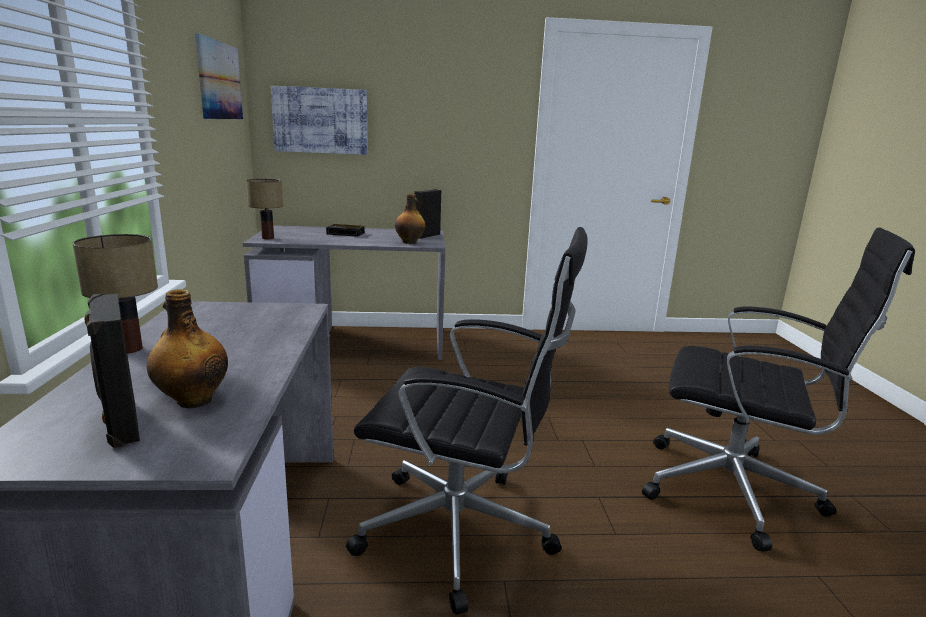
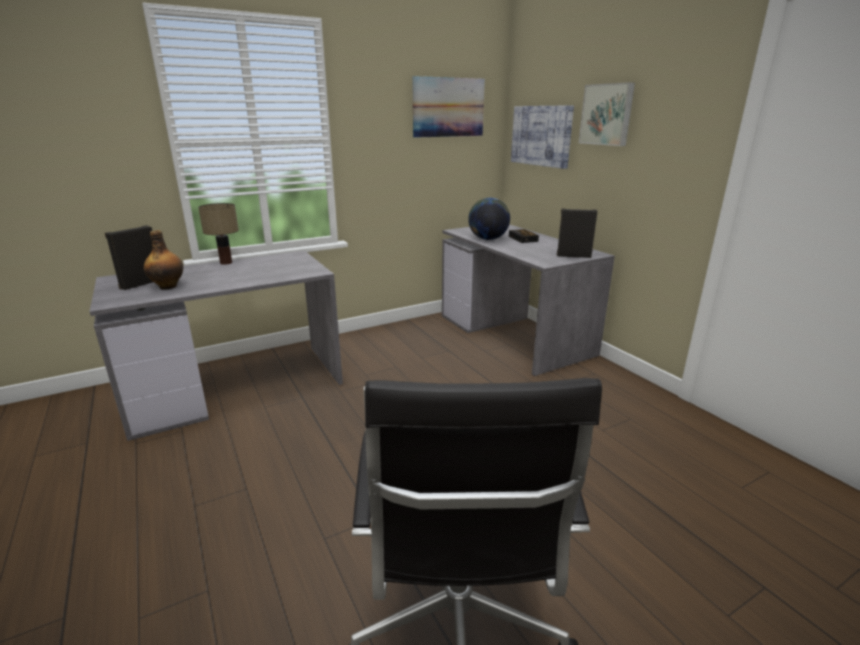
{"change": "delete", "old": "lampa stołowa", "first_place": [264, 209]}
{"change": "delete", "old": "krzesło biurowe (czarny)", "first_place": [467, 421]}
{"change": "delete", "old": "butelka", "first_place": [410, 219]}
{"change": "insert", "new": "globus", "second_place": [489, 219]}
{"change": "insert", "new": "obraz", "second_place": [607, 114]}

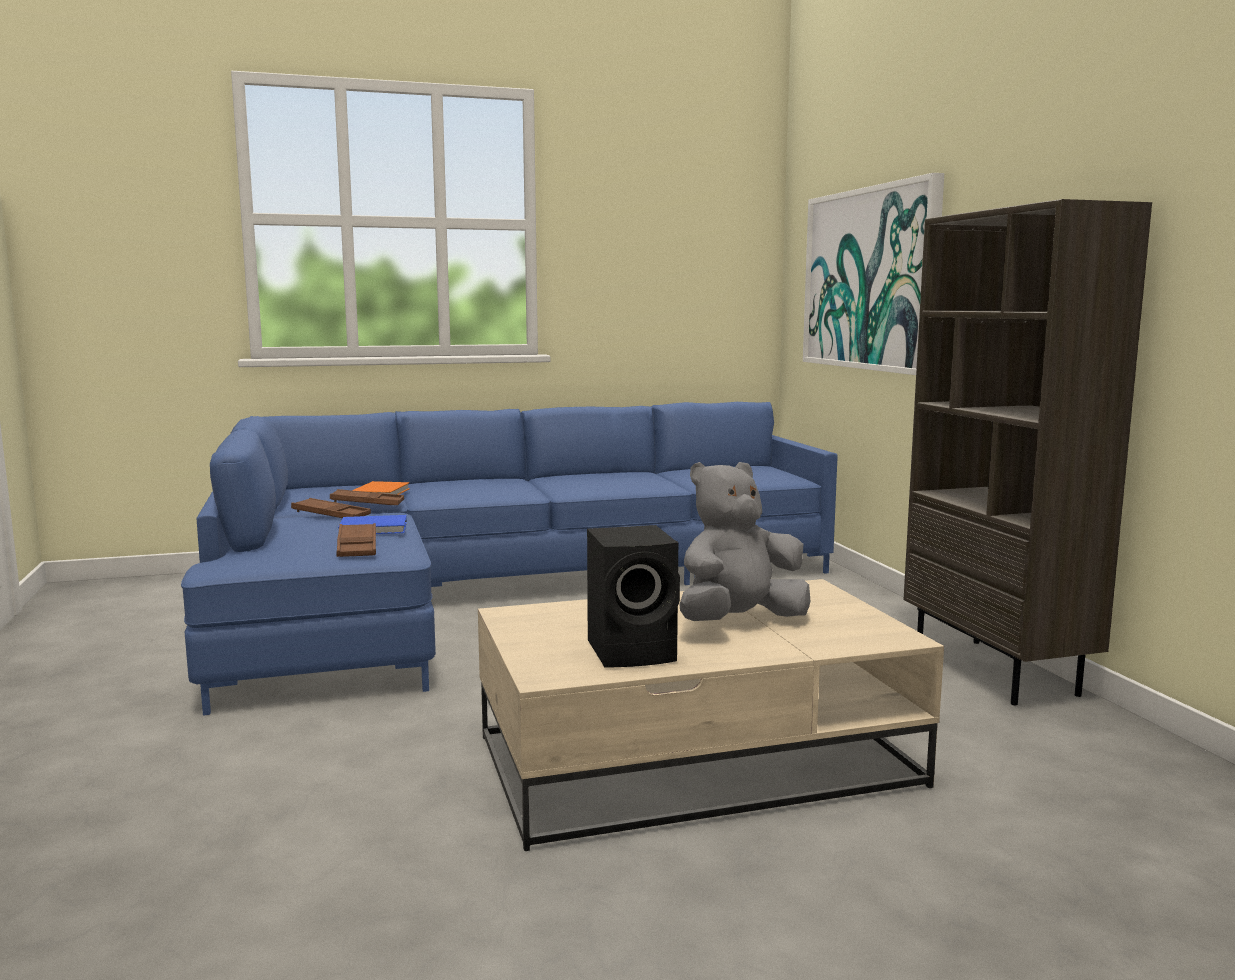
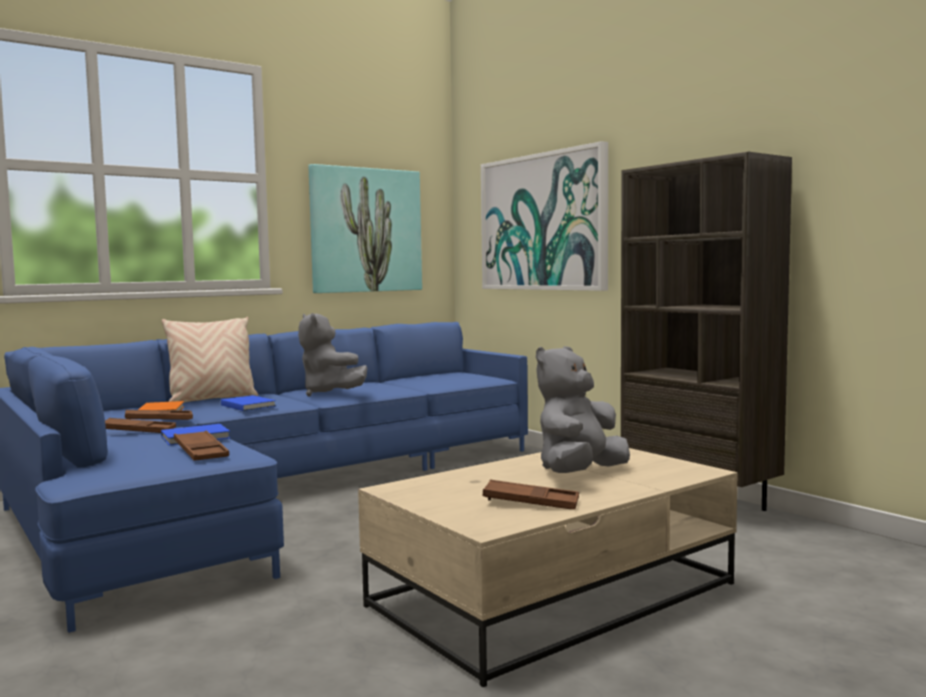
{"change": "replace", "old": "głośnik (czarny)", "new": "taca (brązowy)", "first_place": [633, 596], "second_place": [531, 494]}
{"change": "insert", "new": "poduszka (beżowy)", "second_place": [210, 360]}
{"change": "insert", "new": "książka (niebieski)", "second_place": [248, 403]}
{"change": "insert", "new": "pluszak (szary)", "second_place": [332, 354]}
{"change": "insert", "new": "obraz", "second_place": [365, 228]}

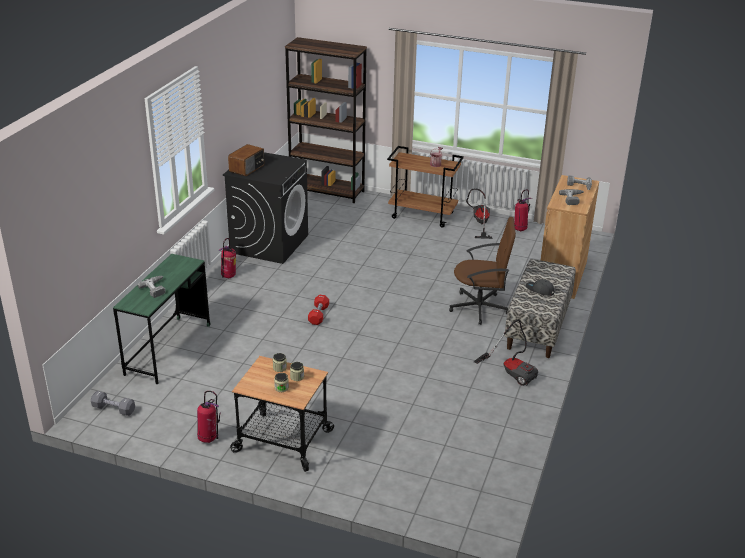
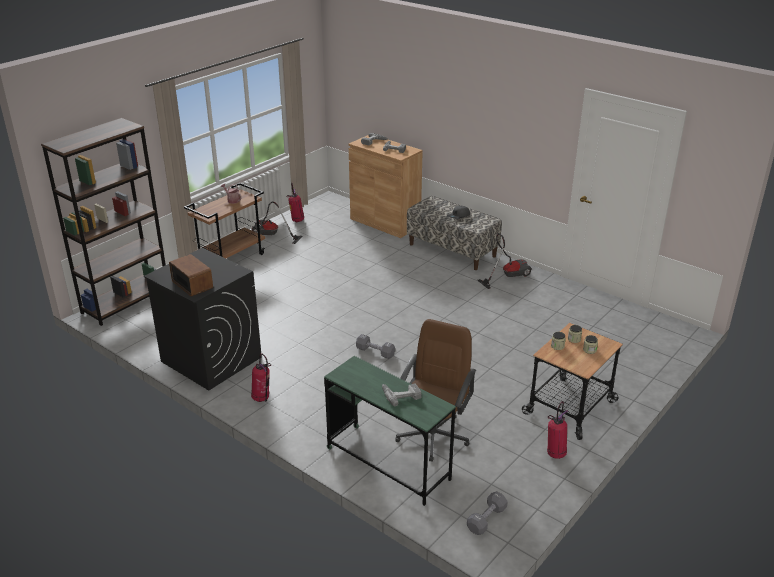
{"change": "recolor", "old": "hantel (czerwony)", "new": "hantel (szary)", "first_place": [318, 310], "second_place": [375, 346]}
{"change": "move", "old": "krzesło biurowe (brązowy)", "first_place": [482, 271], "second_place": [435, 390]}

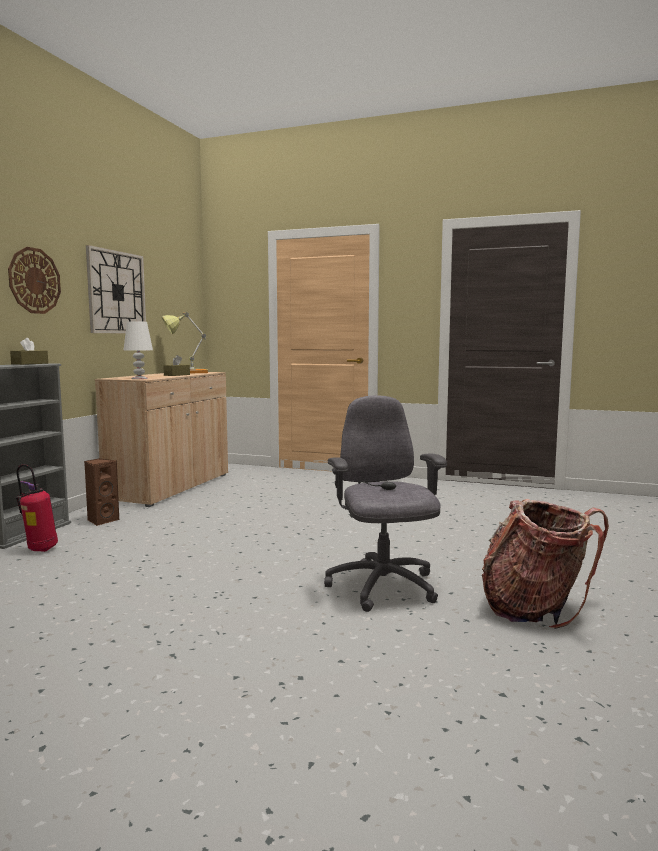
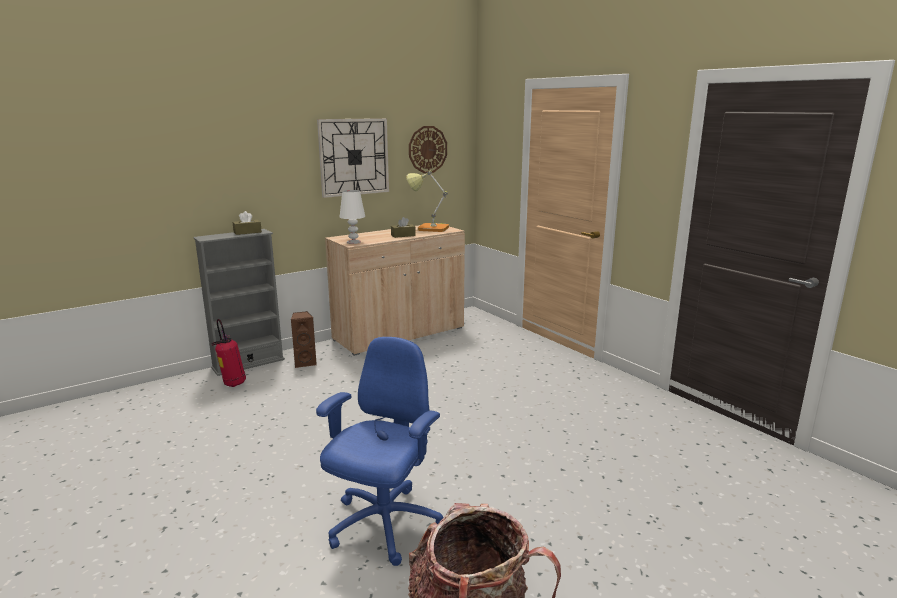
{"change": "move", "old": "zegar ścienny", "first_place": [34, 280], "second_place": [428, 149]}
{"change": "recolor", "old": "krzesło biurowe (szary)", "new": "krzesło biurowe (niebieski)", "first_place": [385, 504], "second_place": [380, 451]}

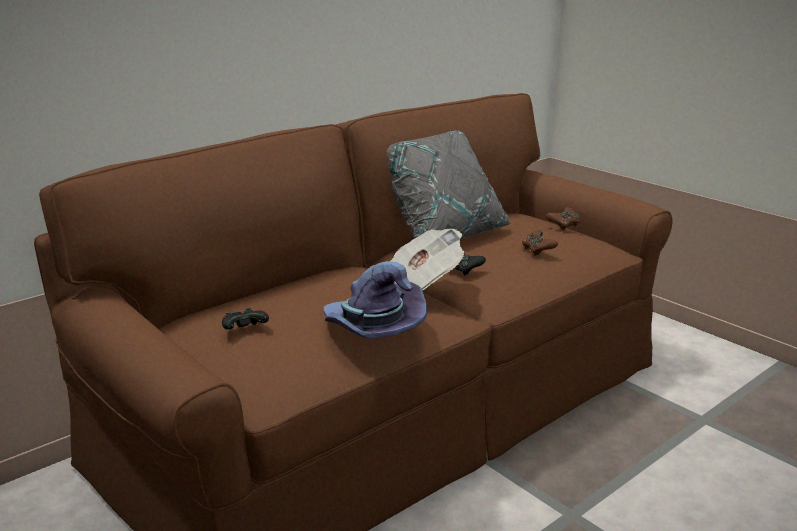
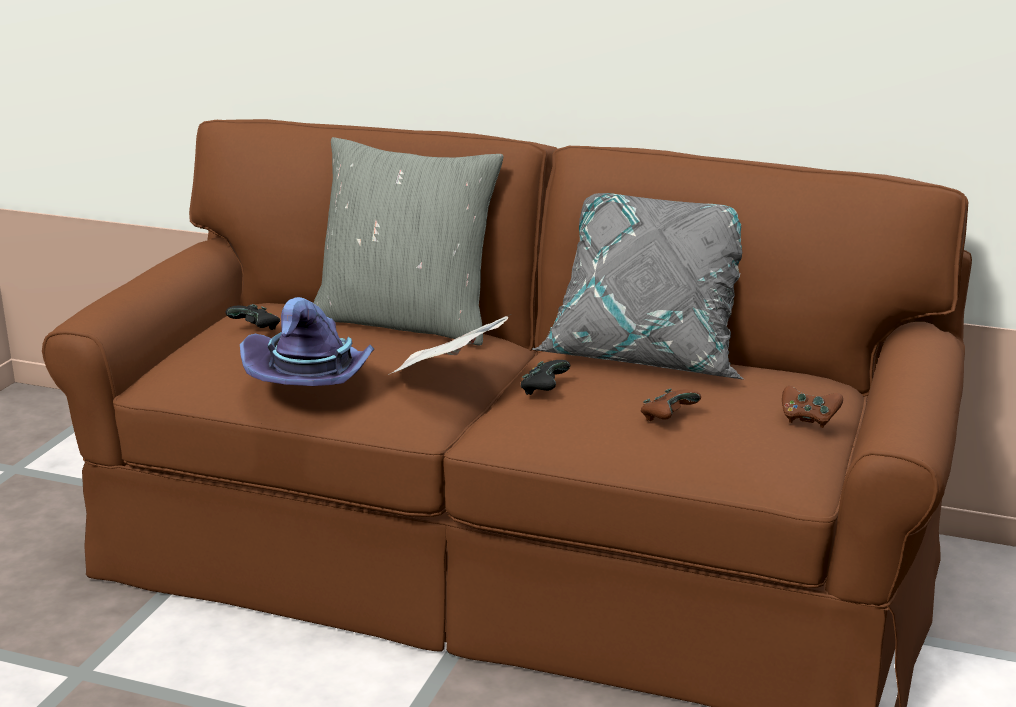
{"change": "insert", "new": "poduszka (szary)", "second_place": [408, 241]}

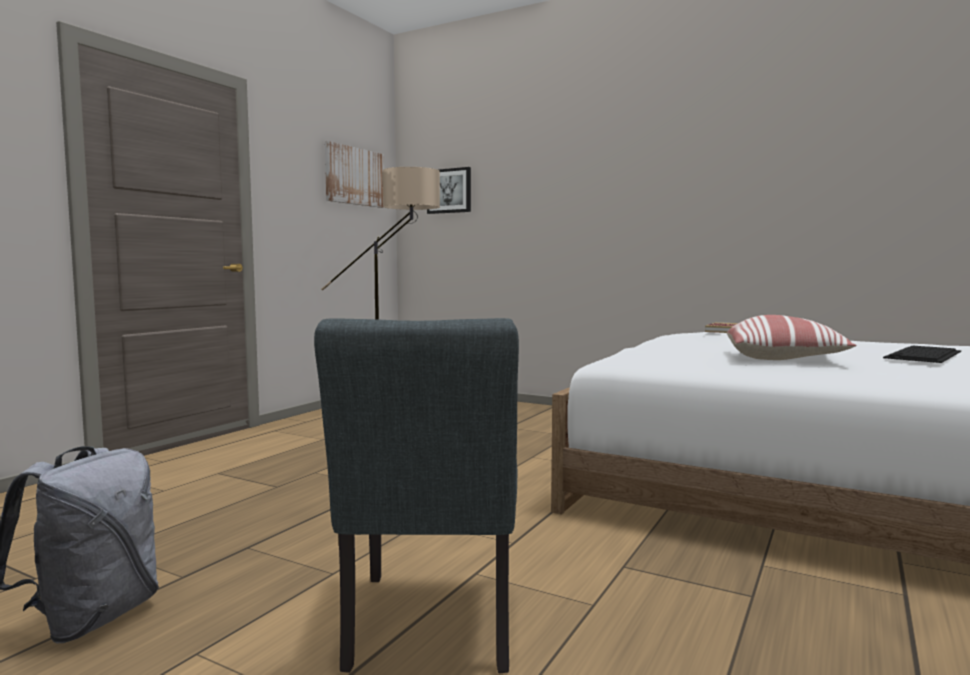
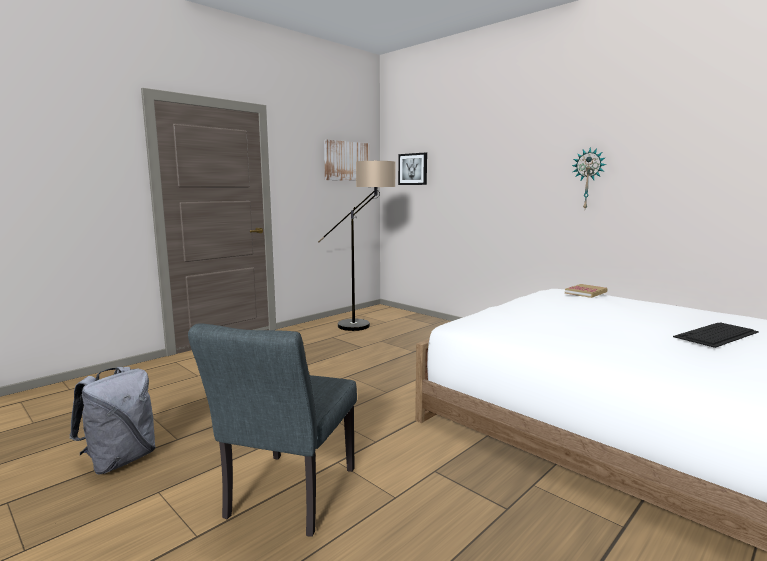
{"change": "delete", "old": "poduszka", "first_place": [791, 337]}
{"change": "insert", "new": "zegar ścienny", "second_place": [589, 178]}

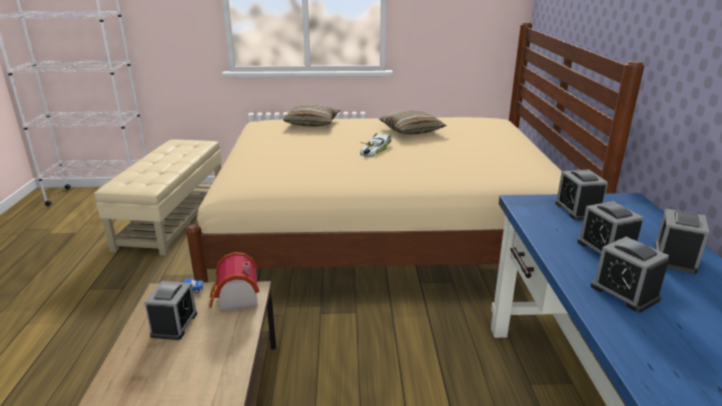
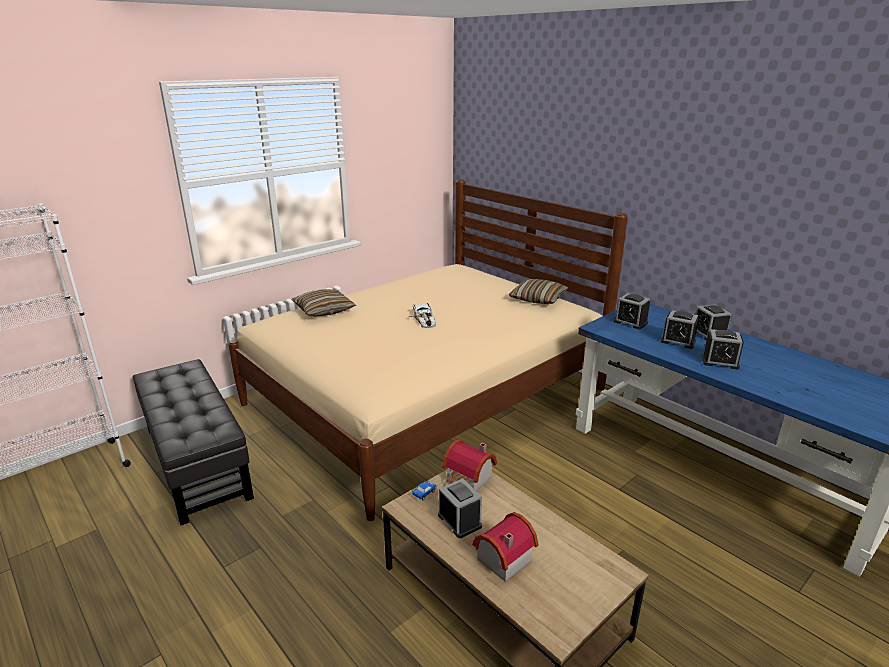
{"change": "recolor", "old": "pufa (beżowy)", "new": "pufa (czarny)", "first_place": [158, 198], "second_place": [193, 442]}
{"change": "move", "old": "poduszka", "first_place": [413, 122], "second_place": [538, 291]}
{"change": "insert", "new": "domek", "second_place": [505, 547]}

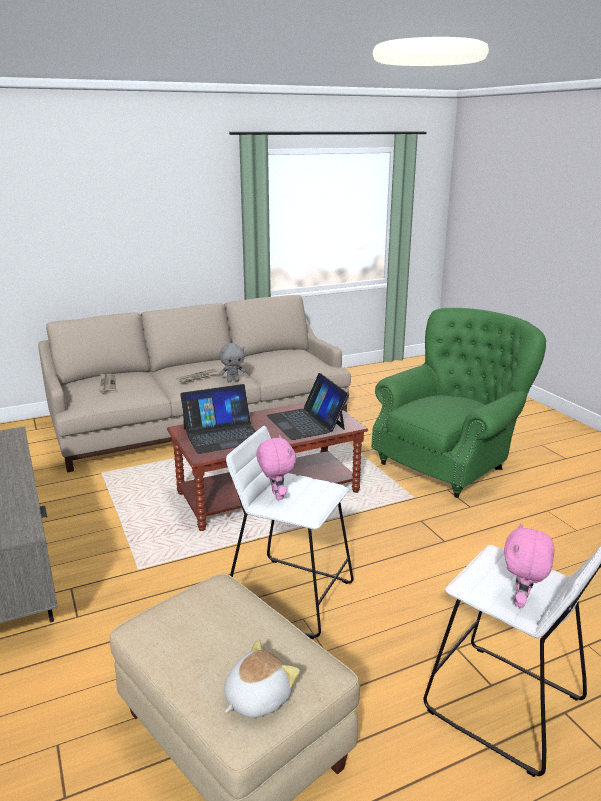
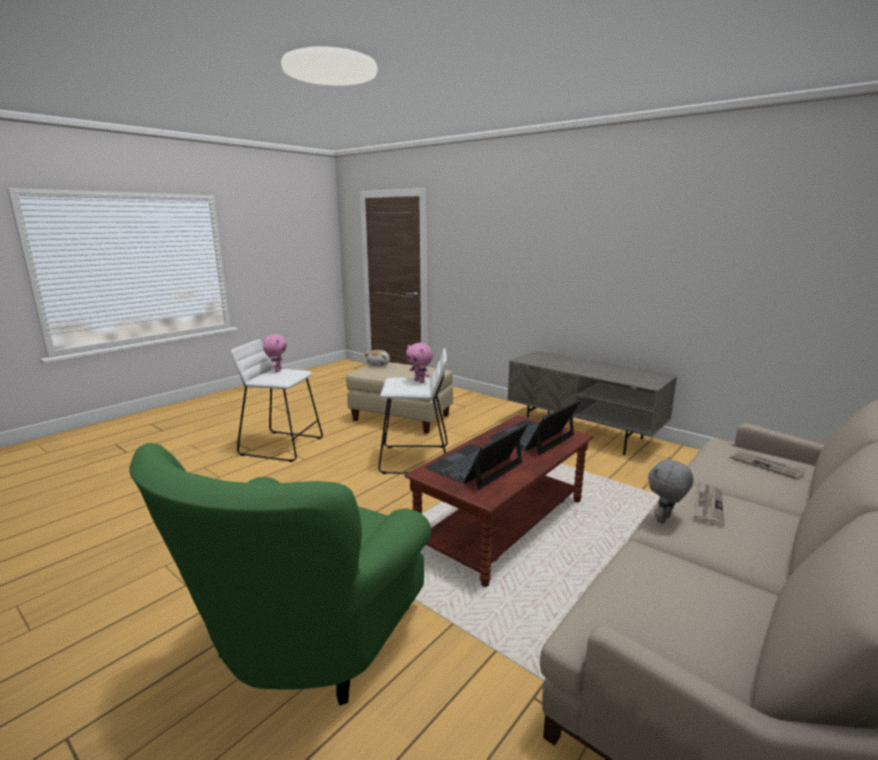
{"change": "rotate", "old": "laptop", "first_place": [308, 406], "second_place": [476, 456], "degrees": -90}

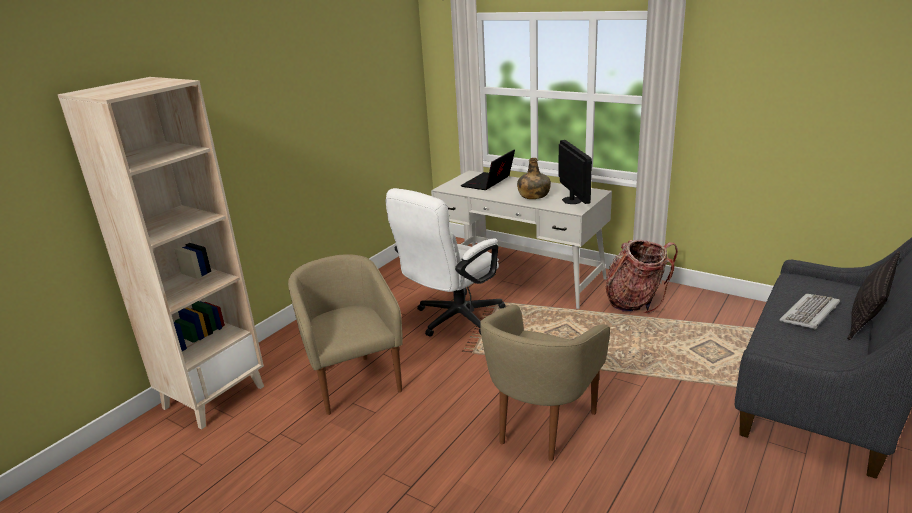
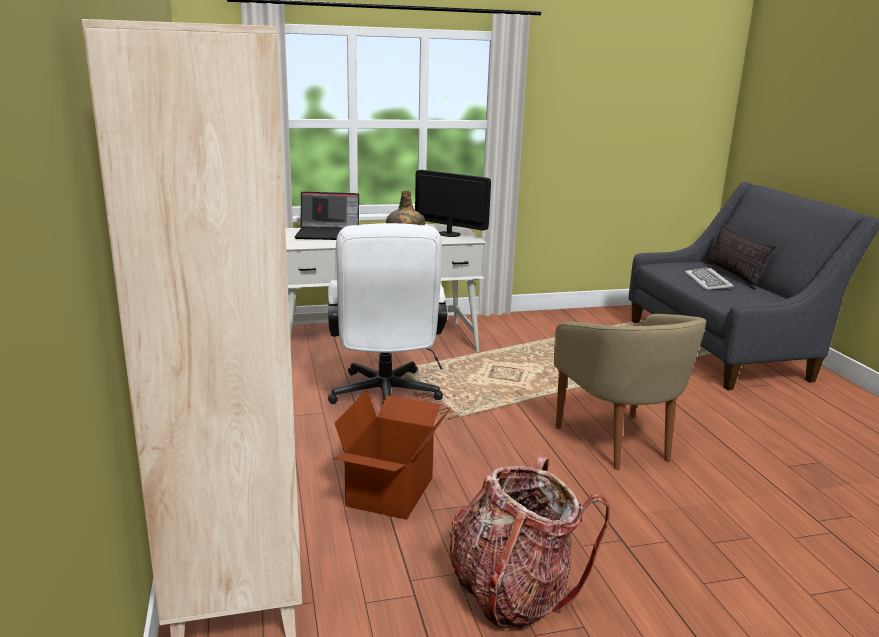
{"change": "replace", "old": "fotel (beżowy)", "new": "karton", "first_place": [345, 334], "second_place": [392, 454]}
{"change": "rotate", "old": "laptop", "first_place": [488, 169], "second_place": [327, 216], "degrees": -75}
{"change": "move", "old": "plecak", "first_place": [641, 276], "second_place": [529, 542]}

